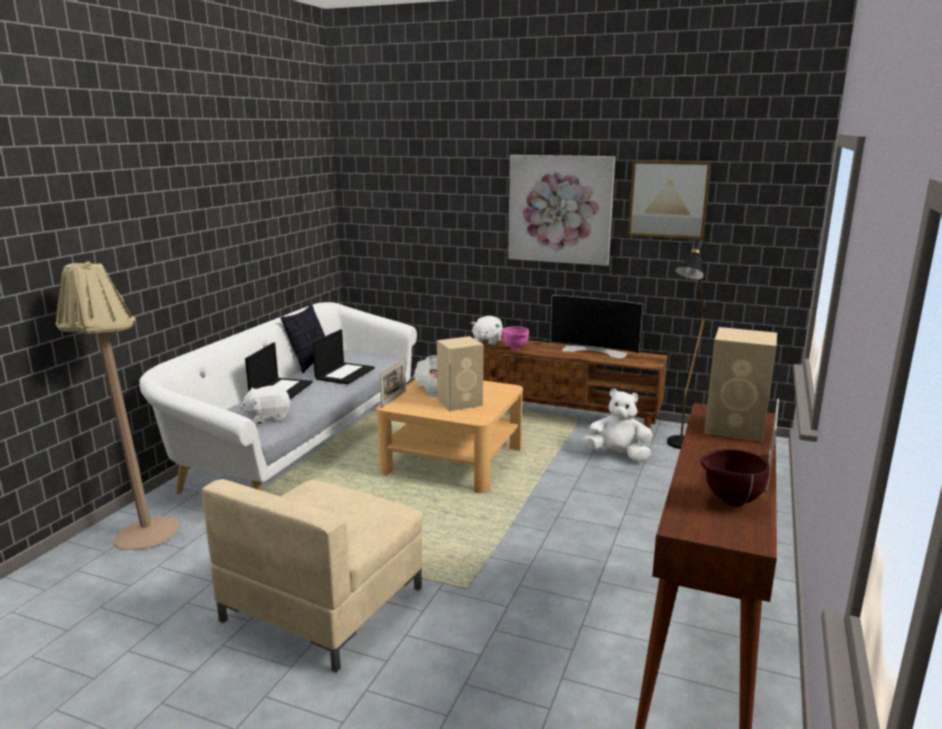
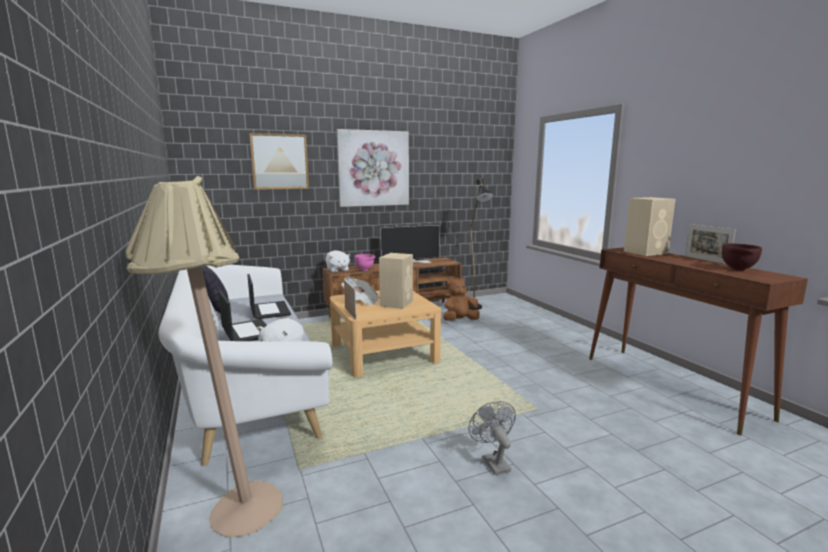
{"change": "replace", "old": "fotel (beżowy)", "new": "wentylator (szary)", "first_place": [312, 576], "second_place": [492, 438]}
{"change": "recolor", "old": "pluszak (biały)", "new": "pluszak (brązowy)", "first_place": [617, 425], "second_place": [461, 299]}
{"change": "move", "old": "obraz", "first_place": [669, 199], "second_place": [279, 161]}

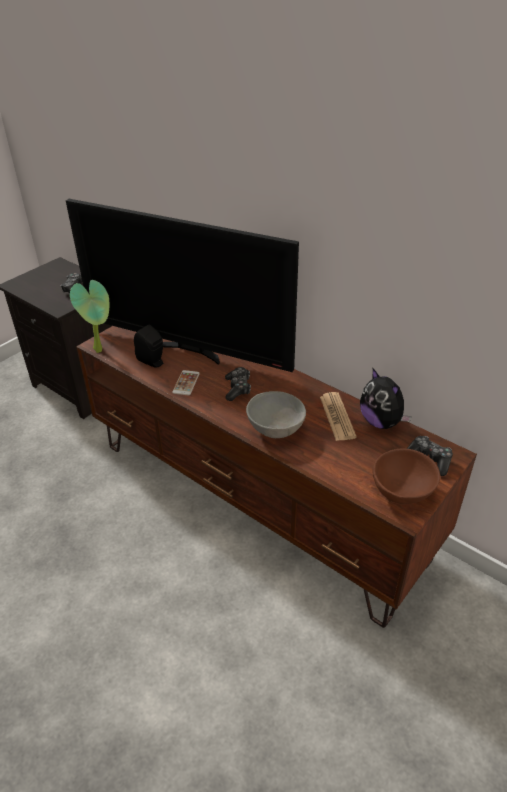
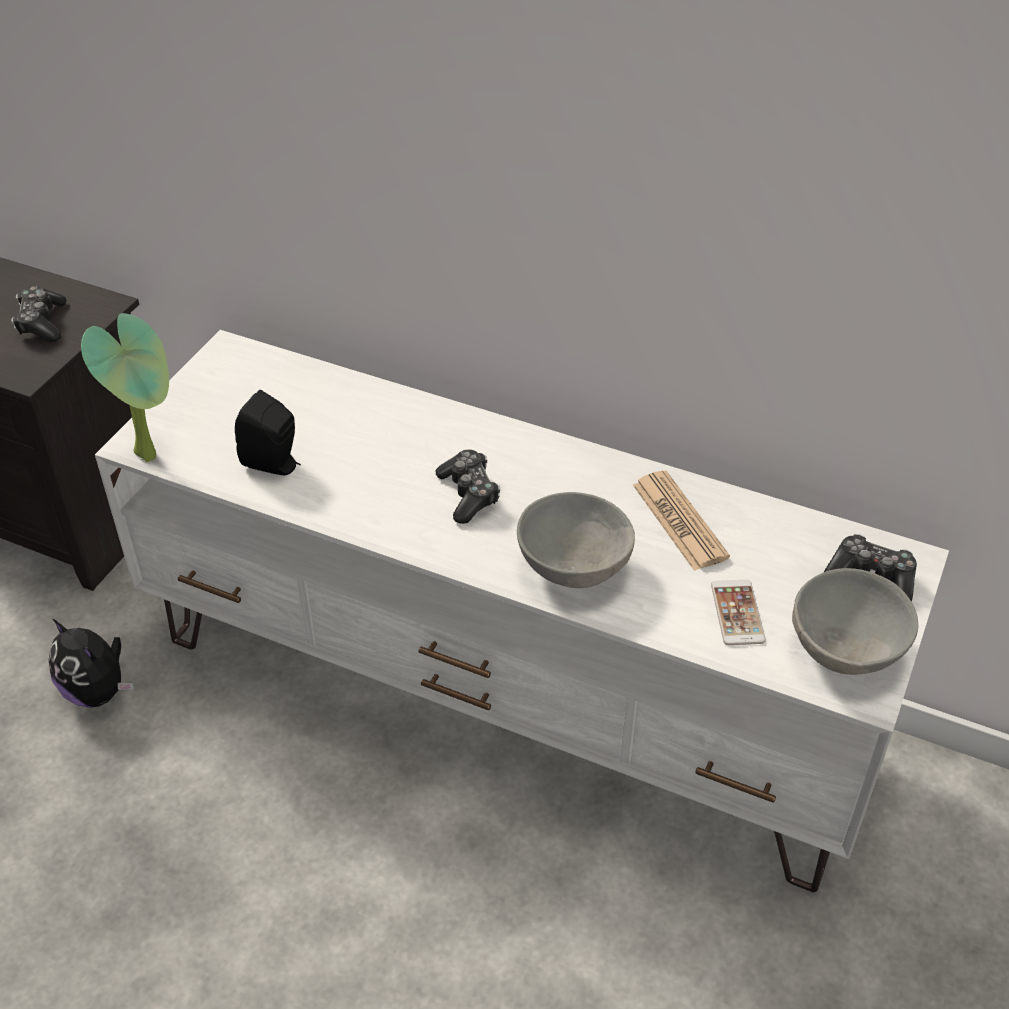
{"change": "delete", "old": "telewizor", "first_place": [182, 285]}
{"change": "recolor", "old": "szafka pod telewizor (brązowy)", "new": "szafka pod telewizor (biały)", "first_place": [276, 477], "second_place": [522, 611]}
{"change": "move", "old": "telefon", "first_place": [186, 383], "second_place": [738, 612]}
{"change": "move", "old": "pluszak", "first_place": [386, 399], "second_place": [91, 663]}
{"change": "recolor", "old": "miska (brązowy)", "new": "miska (szary)", "first_place": [406, 476], "second_place": [855, 621]}

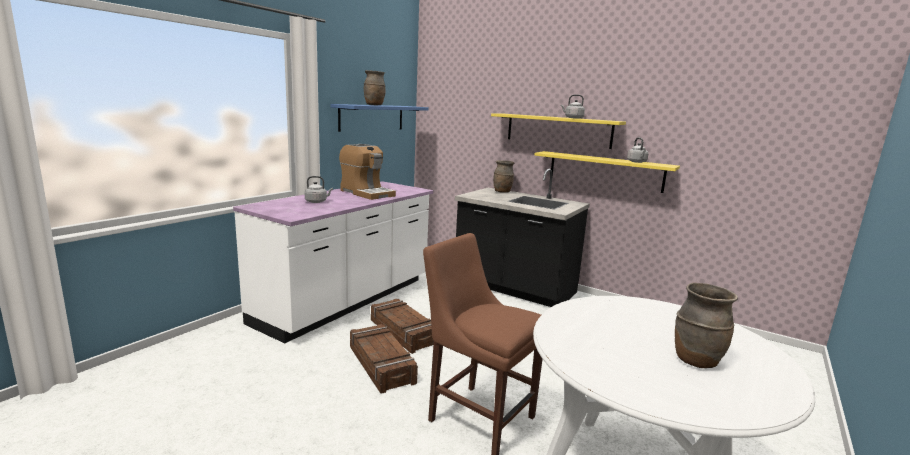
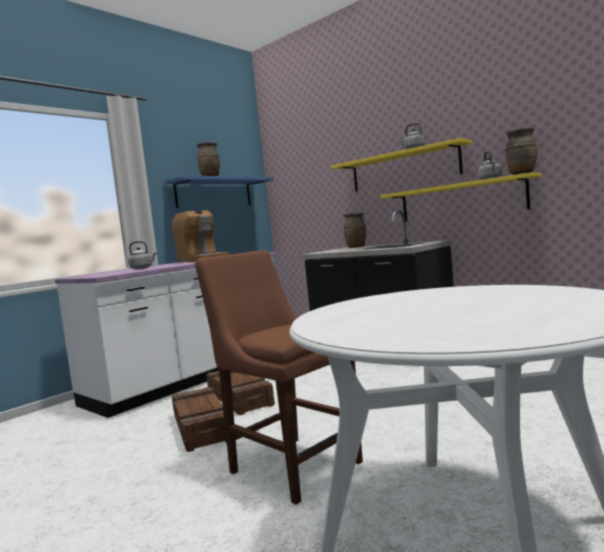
{"change": "move", "old": "wazon (brązowy)", "first_place": [706, 325], "second_place": [521, 151]}

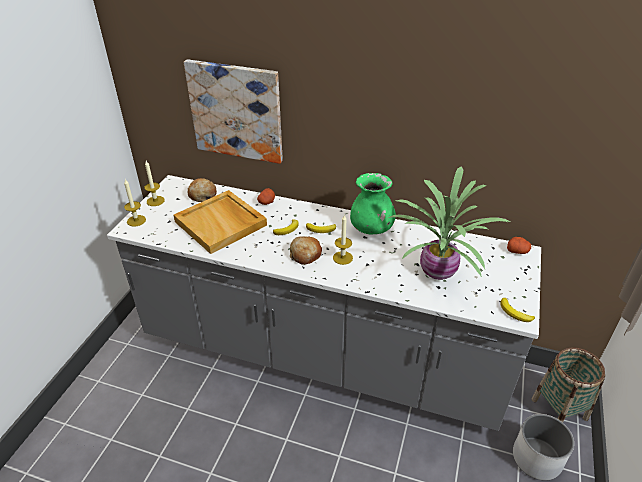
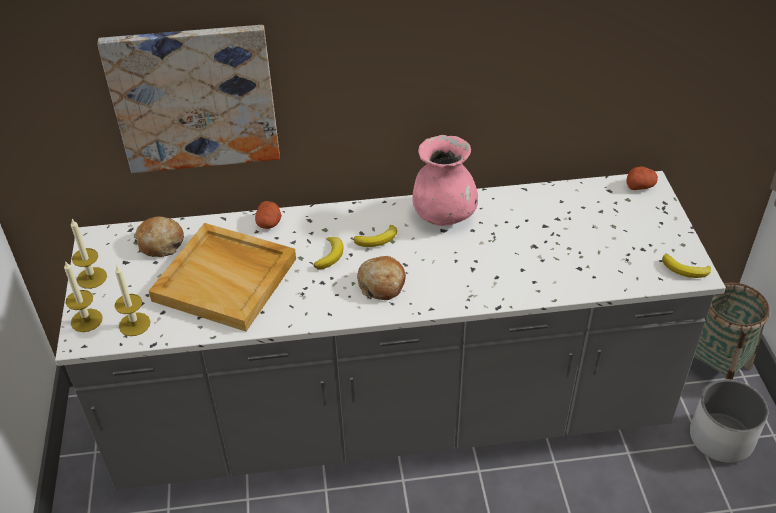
{"change": "move", "old": "świeca", "first_place": [343, 239], "second_place": [133, 300]}
{"change": "recolor", "old": "wazon (zielony)", "new": "wazon (różowy)", "first_place": [373, 203], "second_place": [445, 180]}
{"change": "delete", "old": "roślina doniczkowa", "first_place": [449, 223]}

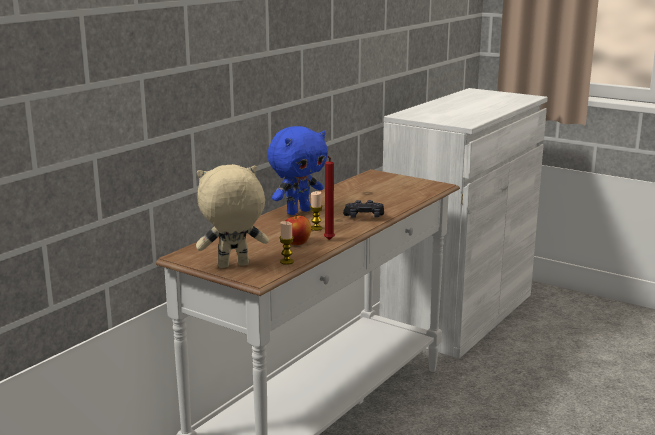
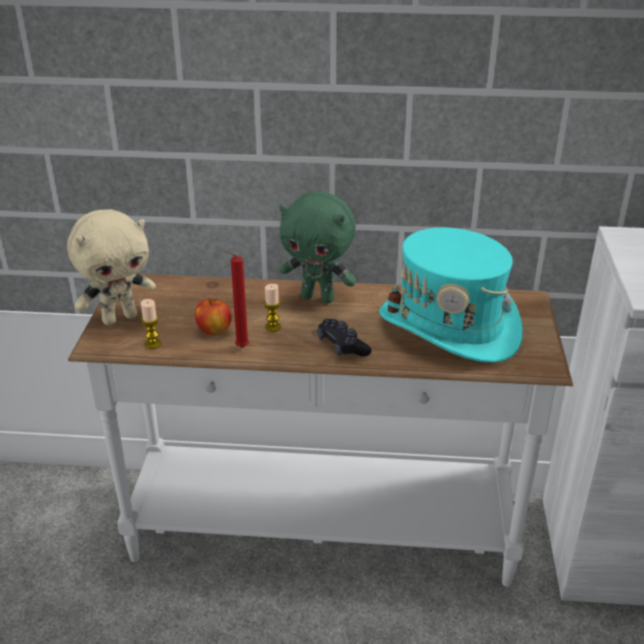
{"change": "rotate", "old": "pluszak (beżowy)", "first_place": [232, 216], "second_place": [111, 267], "degrees": 105}
{"change": "recolor", "old": "pluszak (niebieski)", "new": "pluszak (zielony)", "first_place": [297, 170], "second_place": [317, 247]}
{"change": "insert", "new": "kapelusz (turkusowy)", "second_place": [451, 295]}

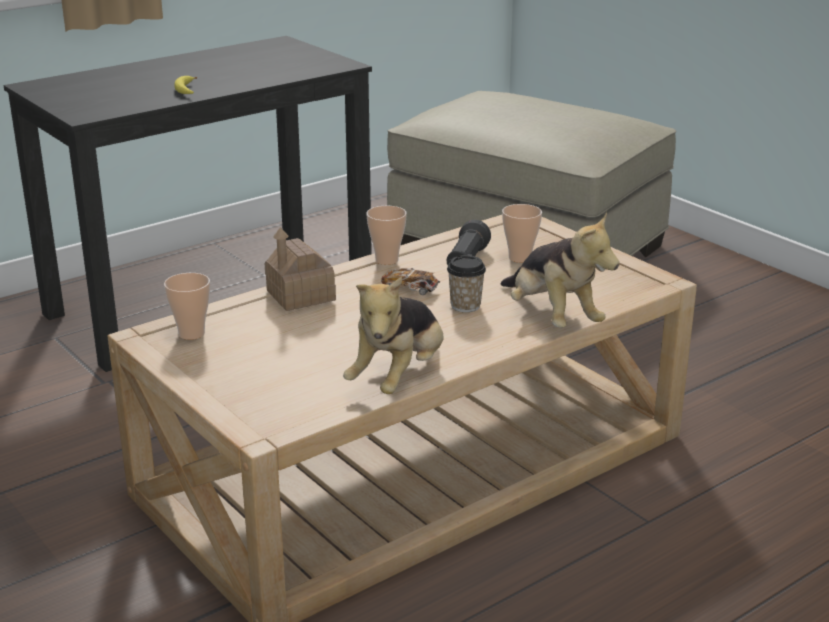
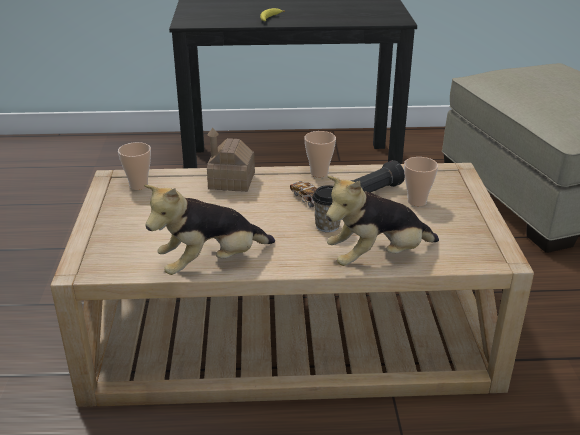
{"change": "rotate", "old": "pluszak", "first_place": [560, 270], "second_place": [382, 221], "degrees": 60}

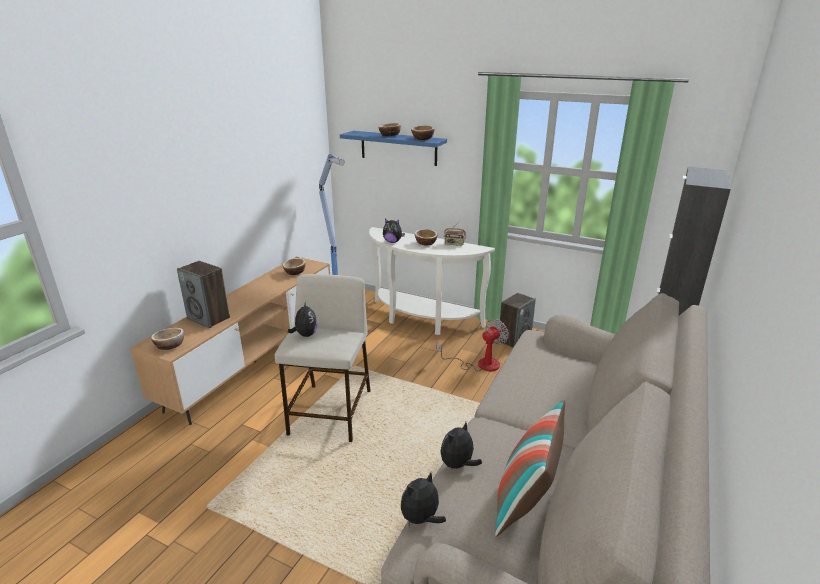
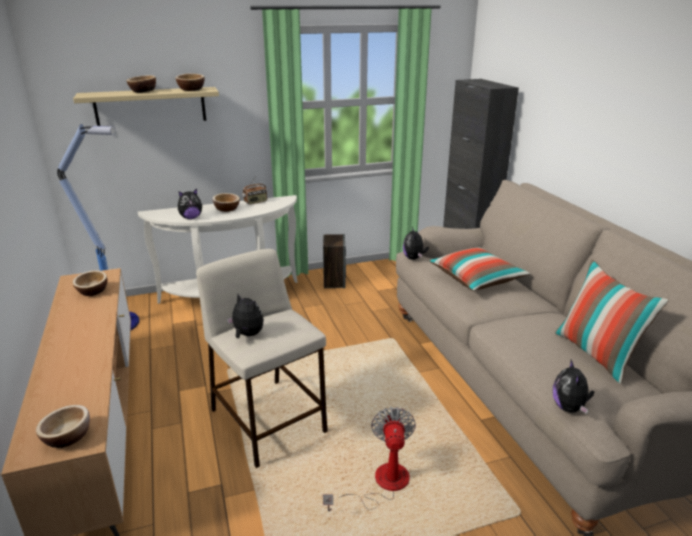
{"change": "delete", "old": "głośnik", "first_place": [203, 294]}
{"change": "recolor", "old": "półka (niebieski)", "new": "półka (beżowy)", "first_place": [393, 148], "second_place": [146, 106]}
{"change": "move", "old": "wentylator", "first_place": [473, 345], "second_place": [369, 459]}
{"change": "move", "old": "pluszak", "first_place": [461, 446], "second_place": [416, 243]}
{"change": "insert", "new": "poduszka", "second_place": [479, 269]}

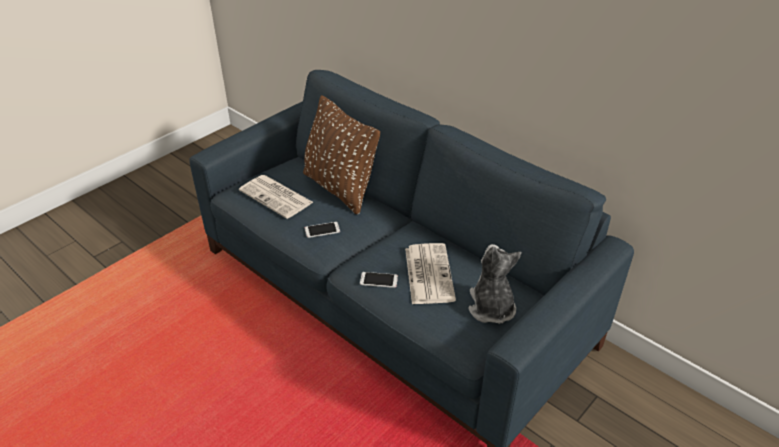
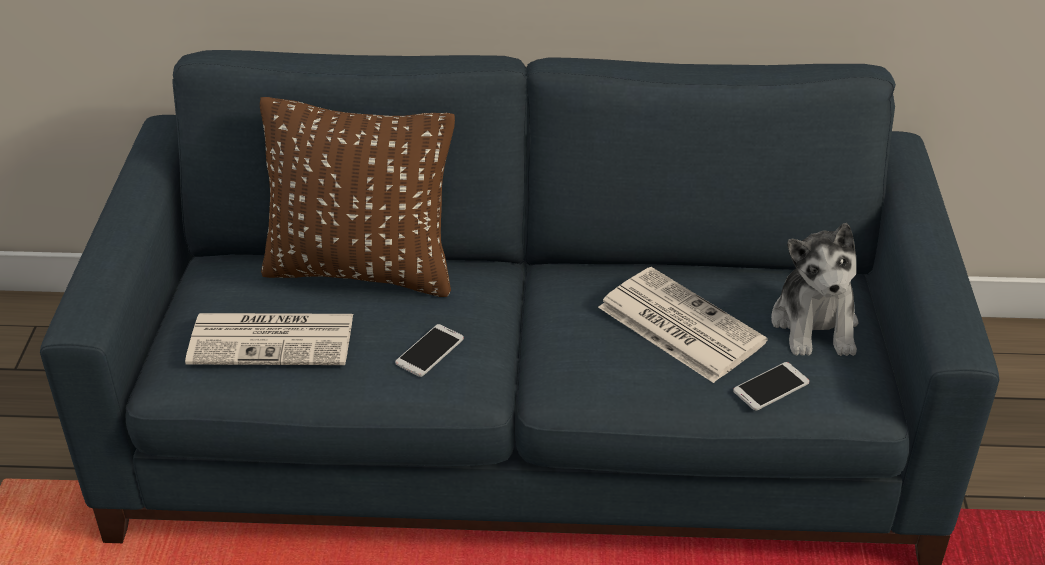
{"change": "move", "old": "telefon", "first_place": [379, 280], "second_place": [771, 386]}
{"change": "rotate", "old": "pluszak", "first_place": [495, 284], "second_place": [814, 289], "degrees": -135}

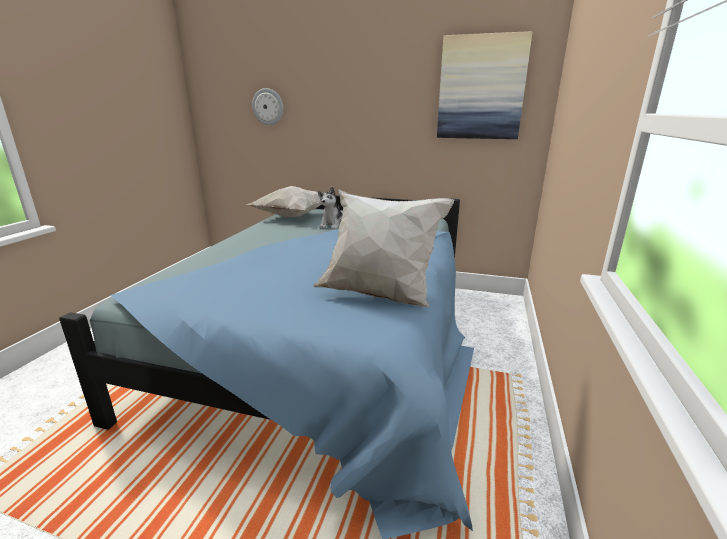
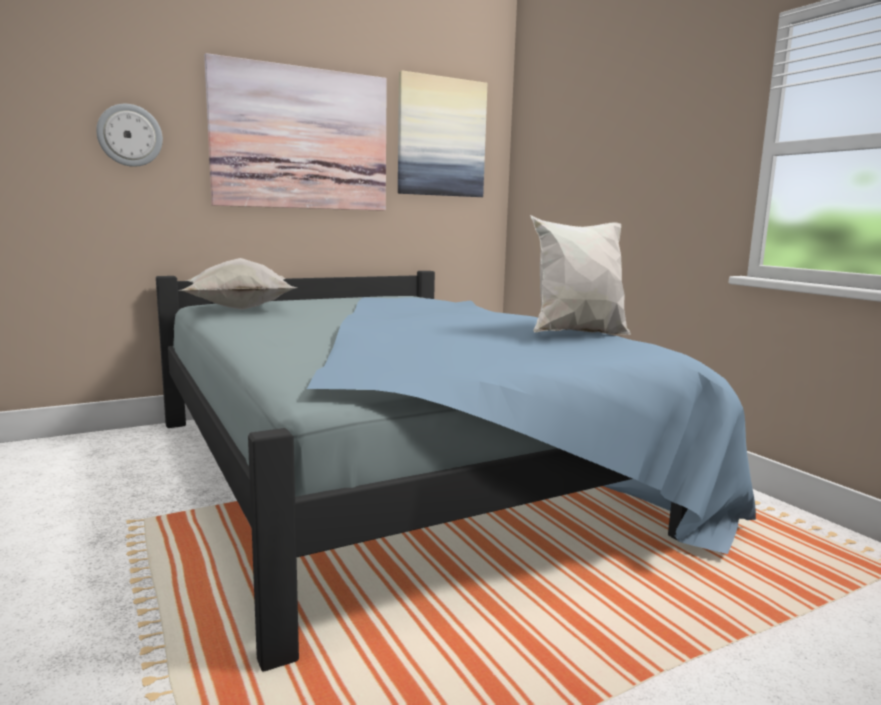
{"change": "delete", "old": "pluszak", "first_place": [330, 208]}
{"change": "insert", "new": "obraz", "second_place": [295, 132]}

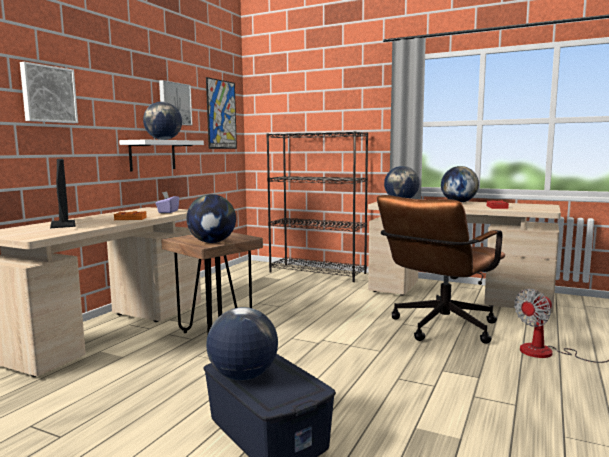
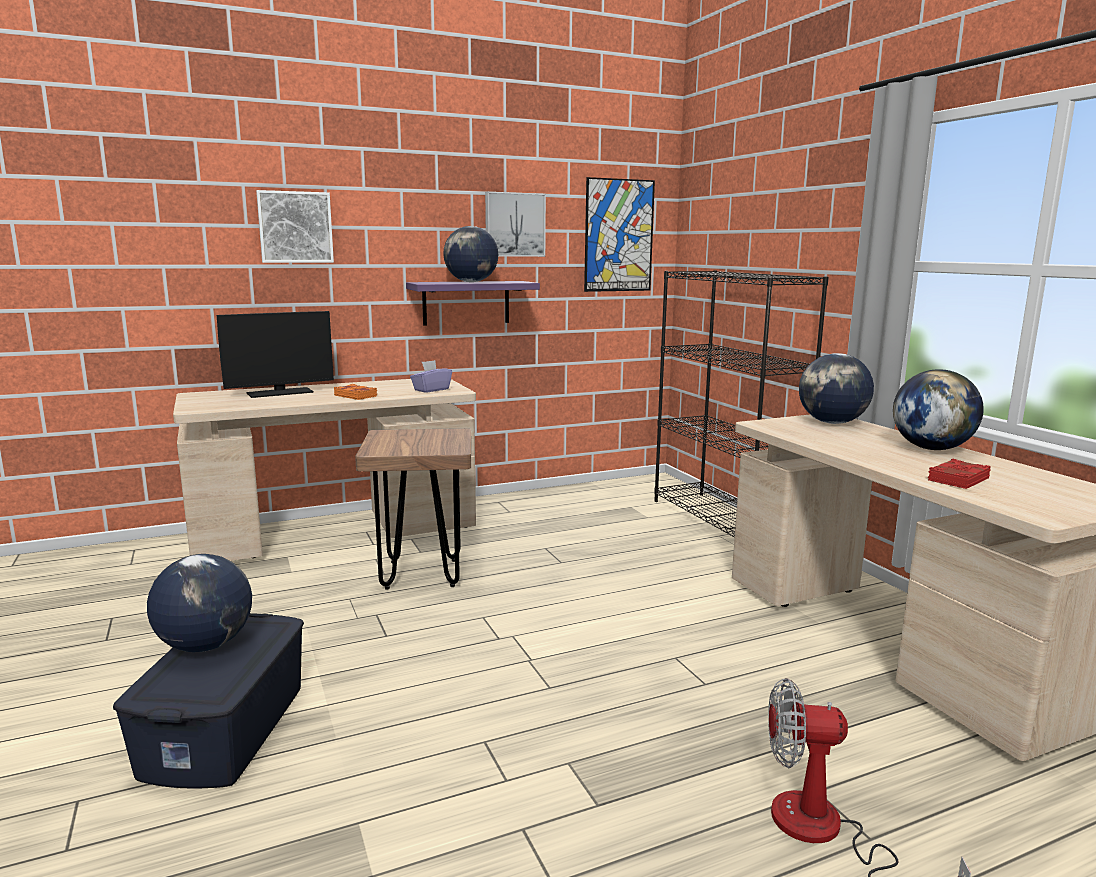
{"change": "rotate", "old": "monitor", "first_place": [63, 193], "second_place": [275, 354], "degrees": 45}
{"change": "recolor", "old": "półka (biały)", "new": "półka (fioletowy)", "first_place": [161, 155], "second_place": [473, 303]}
{"change": "delete", "old": "globus", "first_place": [211, 218]}
{"change": "delete", "old": "krzesło biurowe (brązowy)", "first_place": [441, 269]}

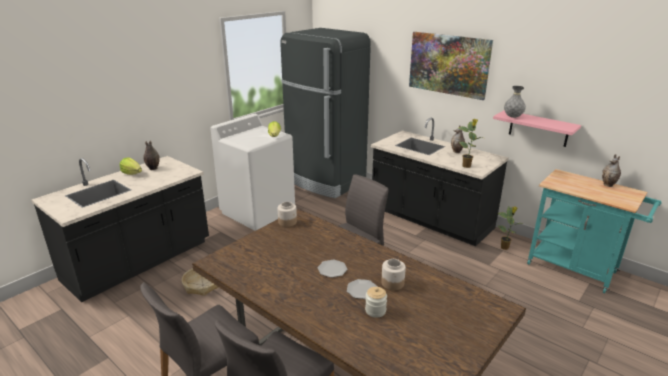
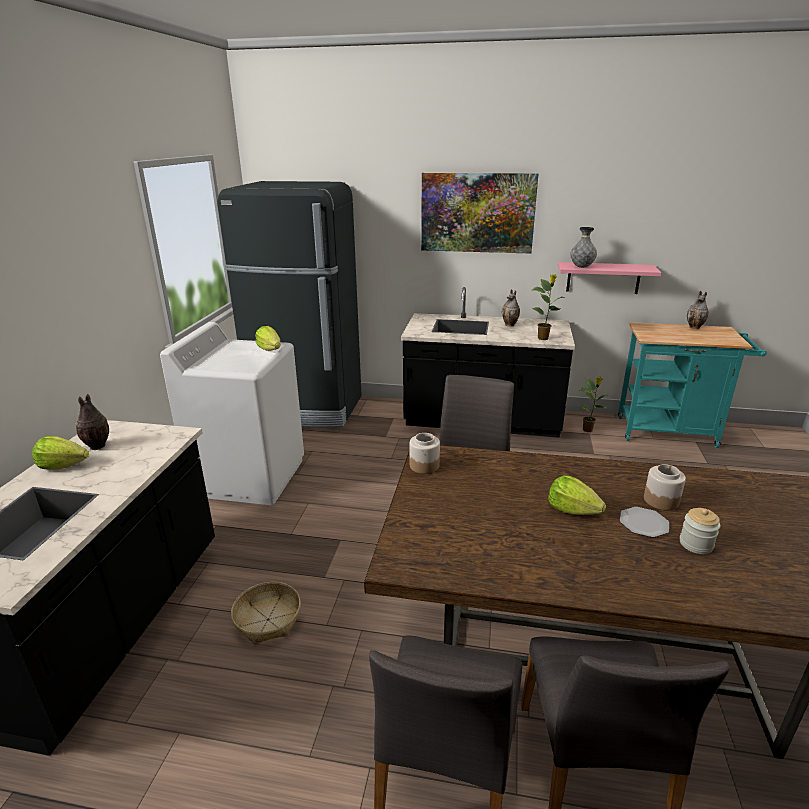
{"change": "replace", "old": "talerz", "new": "sałata", "first_place": [332, 269], "second_place": [577, 495]}

